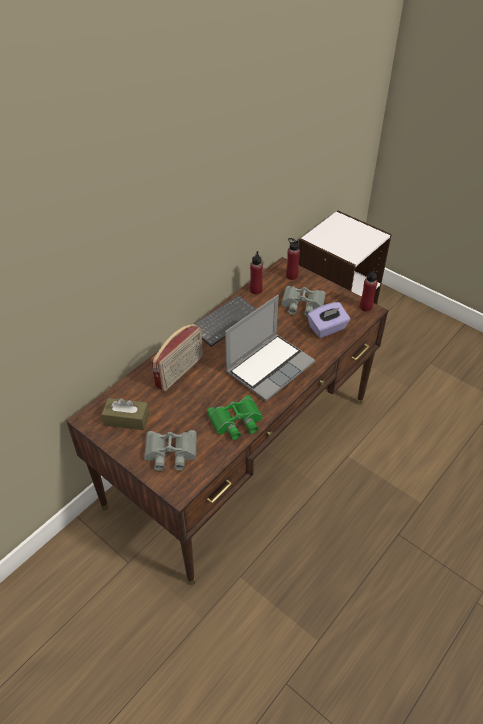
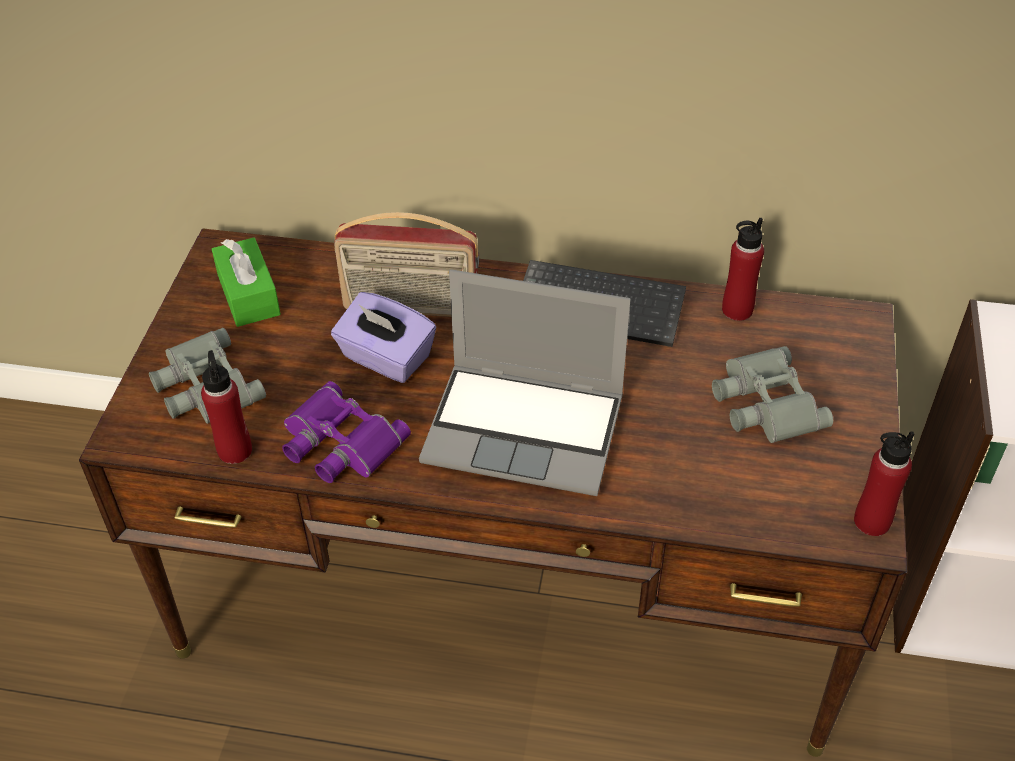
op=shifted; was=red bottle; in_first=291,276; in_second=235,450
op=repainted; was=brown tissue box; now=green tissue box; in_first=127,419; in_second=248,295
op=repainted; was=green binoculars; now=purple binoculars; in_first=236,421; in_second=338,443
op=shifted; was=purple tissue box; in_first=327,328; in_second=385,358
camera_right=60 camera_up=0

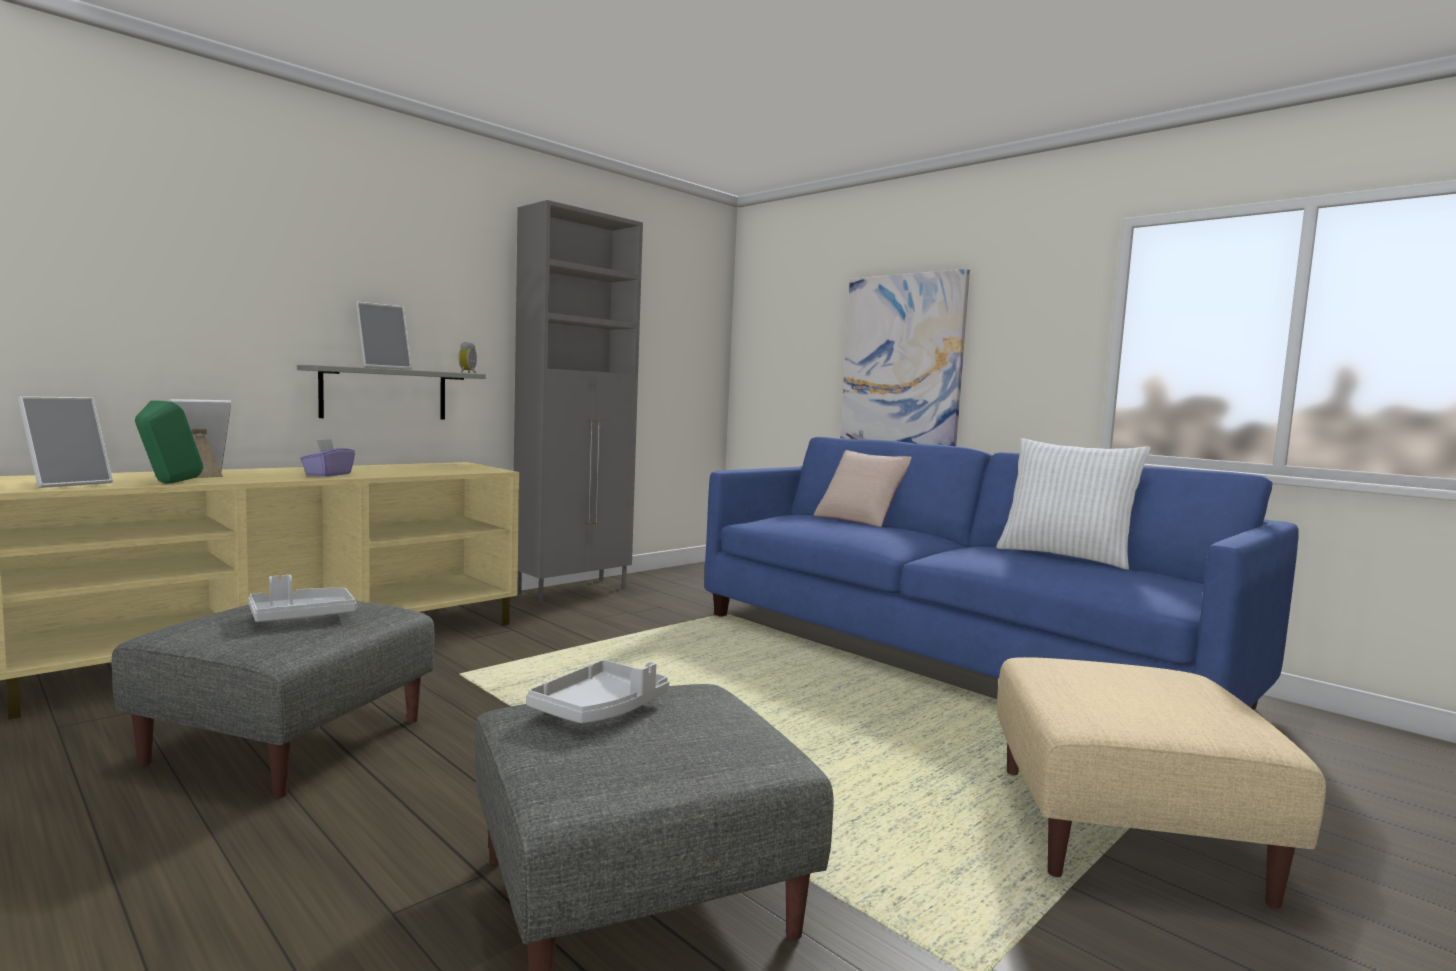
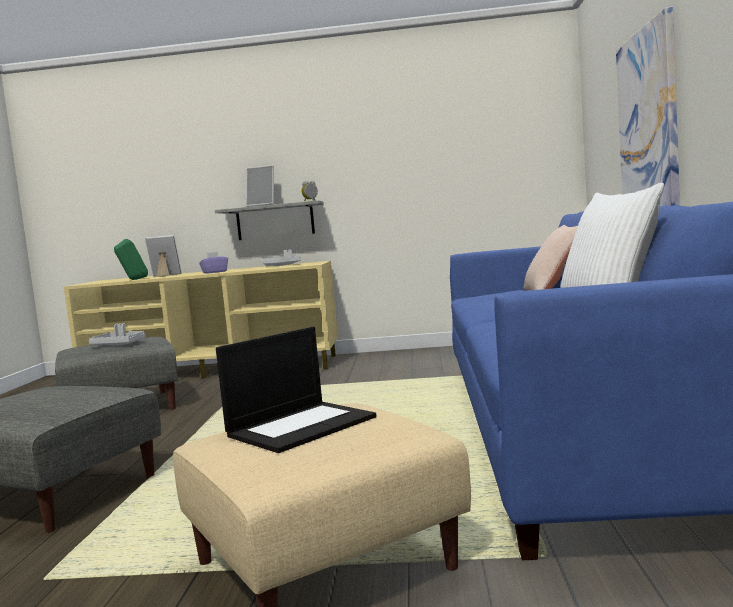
op=new; now=laptop; in_second=302,426
op=shifted; was=grey tray; in_first=600,709; in_second=282,265
op=gone; was=picture frame; in_first=67,483
op=gone; was=grey cabinet; in_first=574,591
camera_right=50 camera_up=0

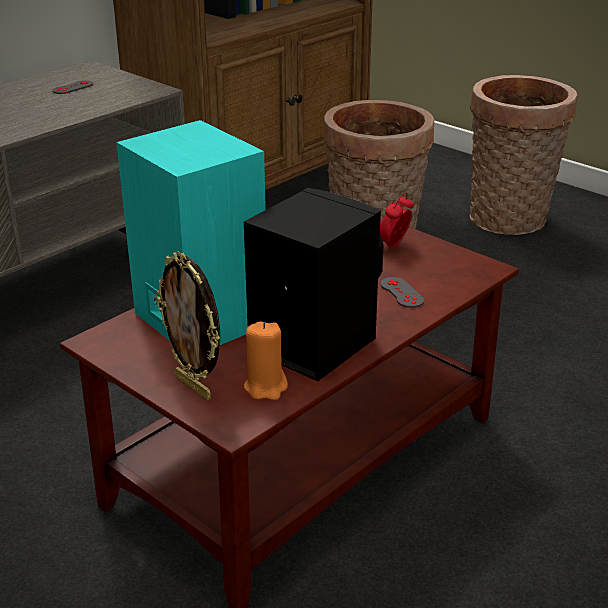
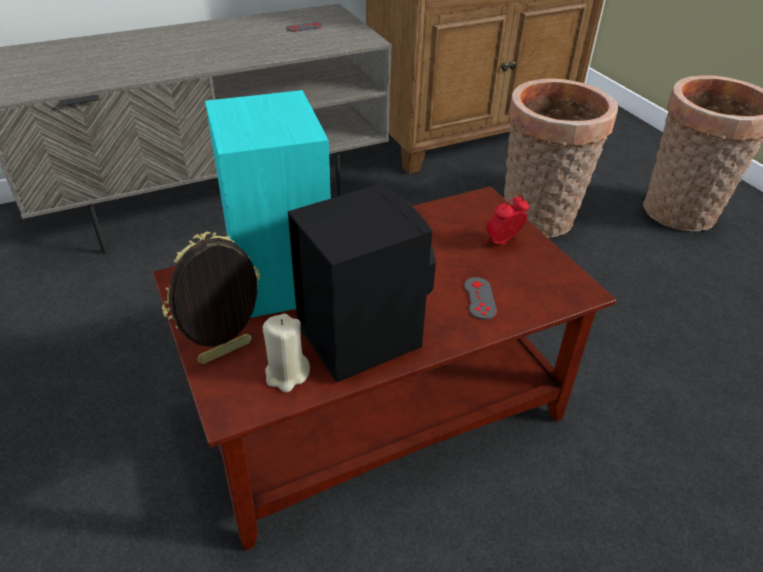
op=rotated; was=picture frame; in_first=195,387; in_second=226,354; clockwise=75
op=repainted; was=orange candle; now=beige candle; in_first=266,387; in_second=287,374
camera_right=20 camera_up=10

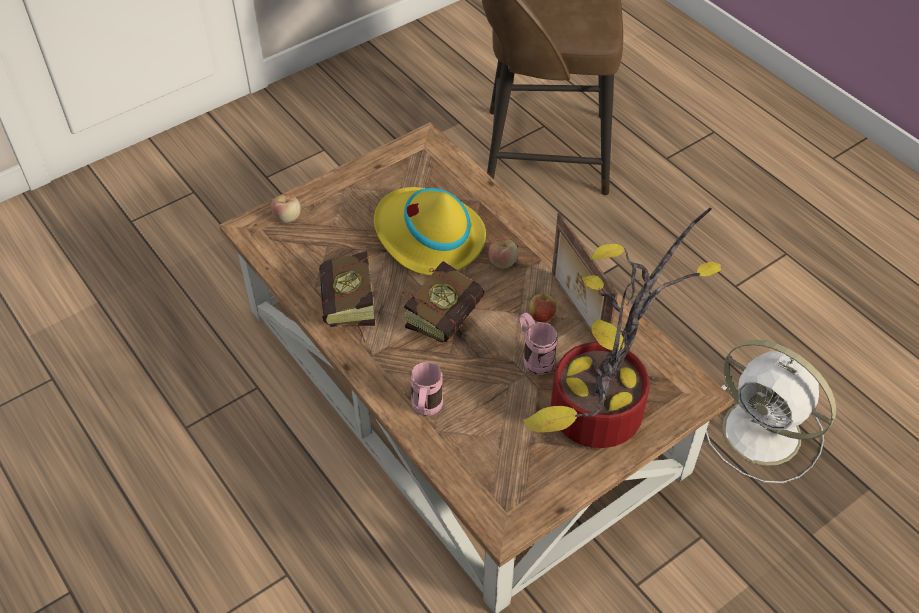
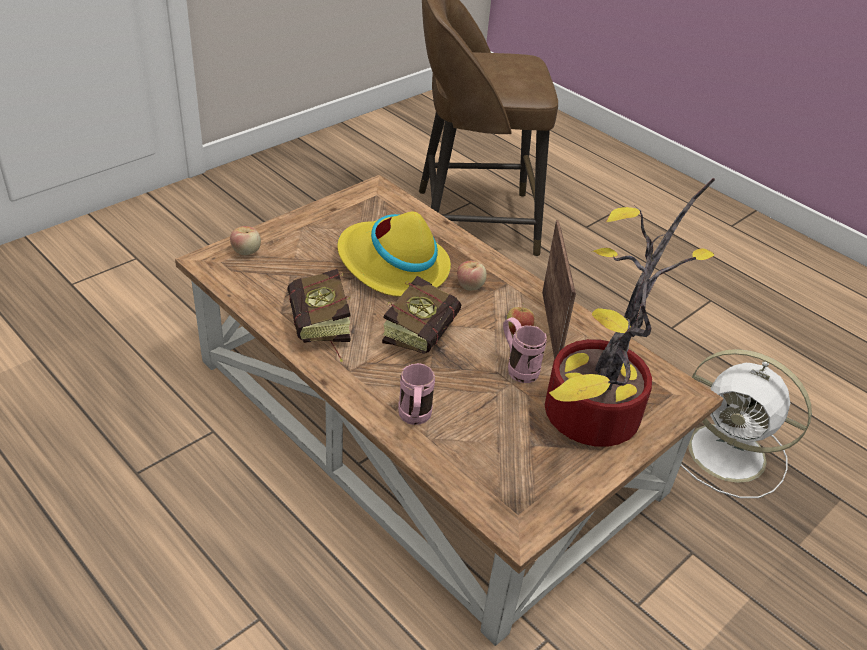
op=rotated; was=picture frame; in_first=576,313; in_second=552,327; clockwise=-150
camera_right=-10 camera_up=-10

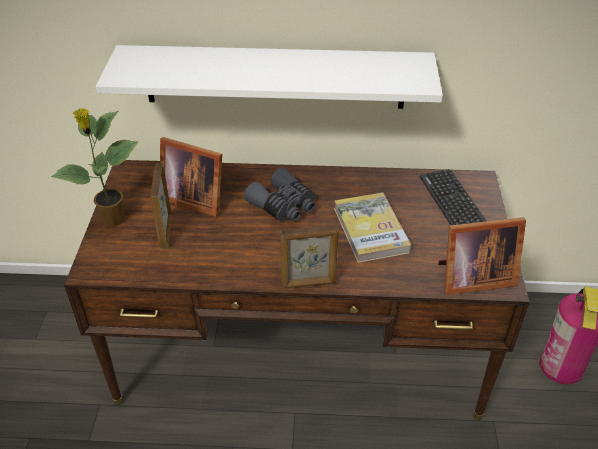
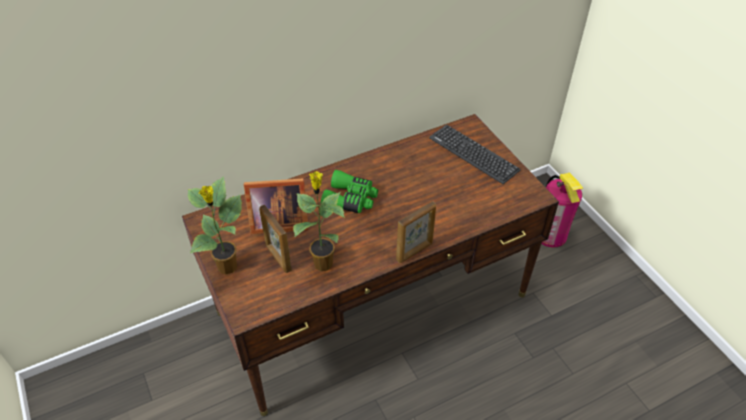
op=new; now=potted plant; in_second=323,262
op=repainted; was=grey binoculars; now=green binoculars; in_first=283,205; in_second=351,199
op=gone; was=white shelf; in_first=274,77
op=gone; was=book; in_first=370,230
op=gone; was=picture frame; in_first=472,278
camera_right=-30 camera_up=5

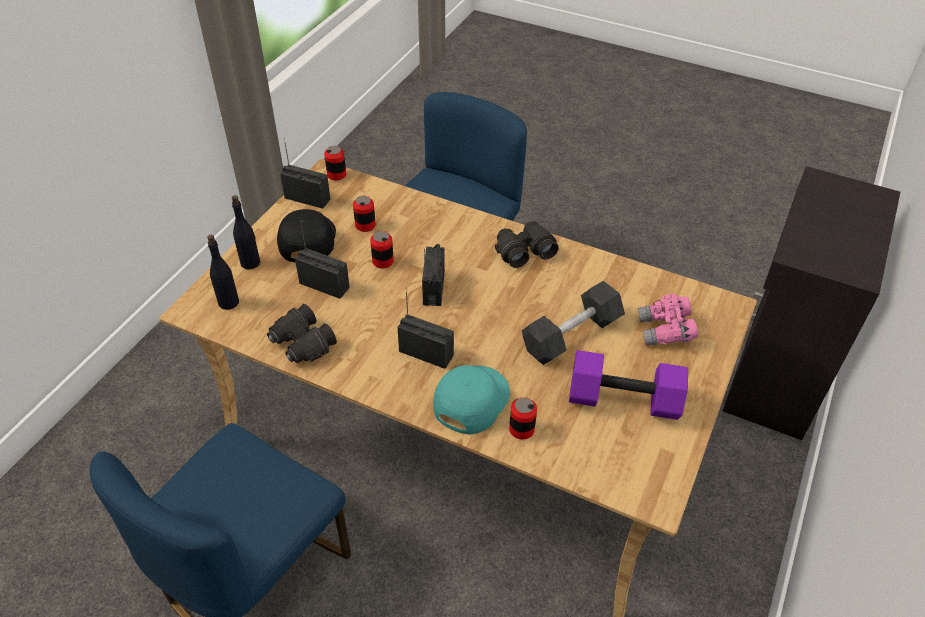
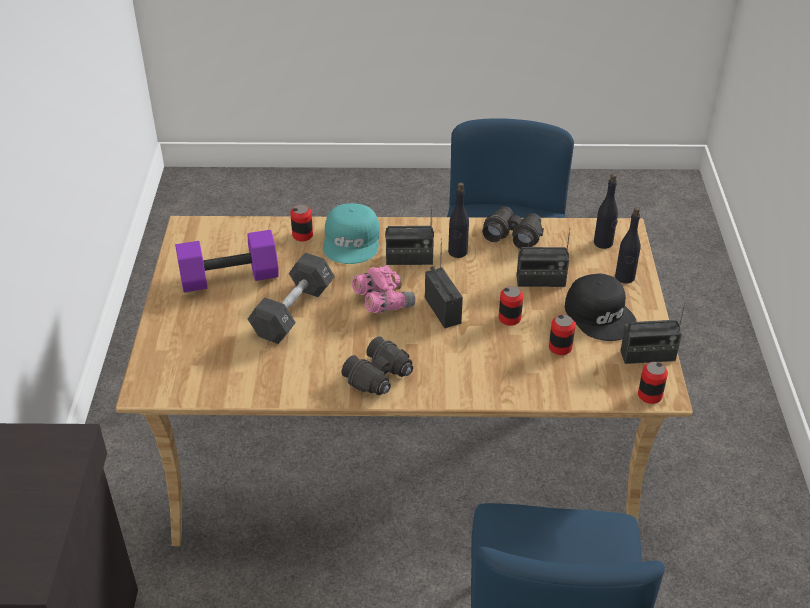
op=shifted; was=pink binoculars; in_first=665,331; in_second=383,302
op=new; now=black bottle; in_second=457,252
camera_right=155 camera_up=-5

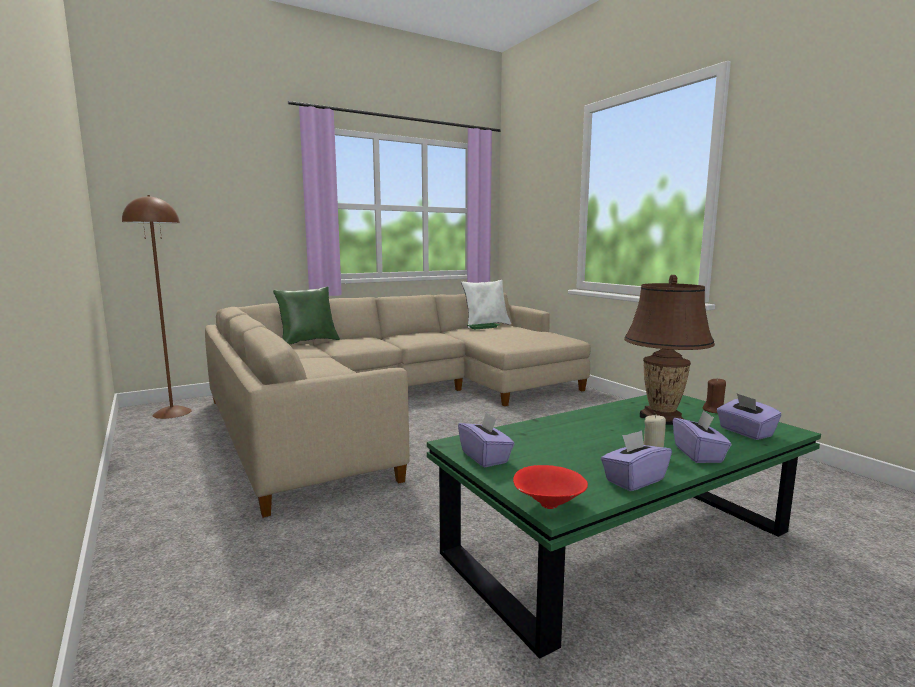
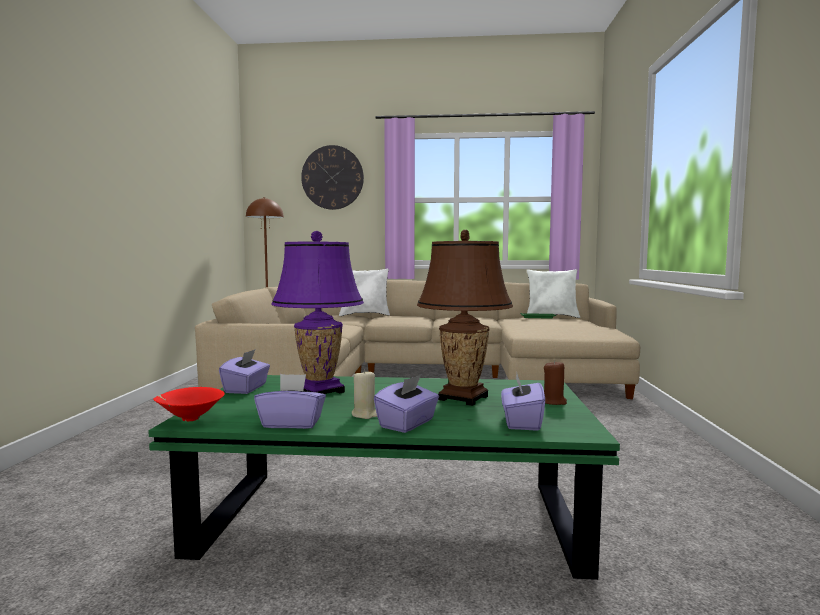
op=new; now=purple table lamp; in_second=319,392
op=new; now=wall clock; in_second=332,177
op=repainted; was=green pillow; now=white pillow; in_first=308,342; in_second=365,315
camera_right=35 camera_up=-5

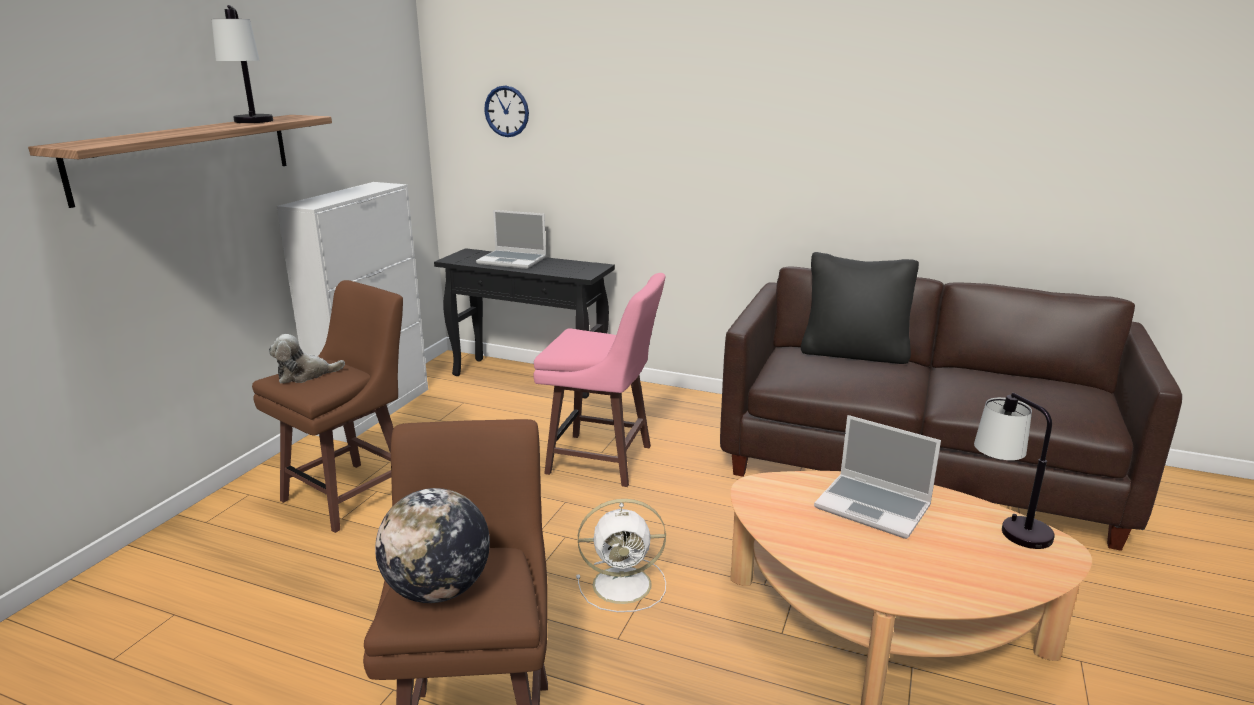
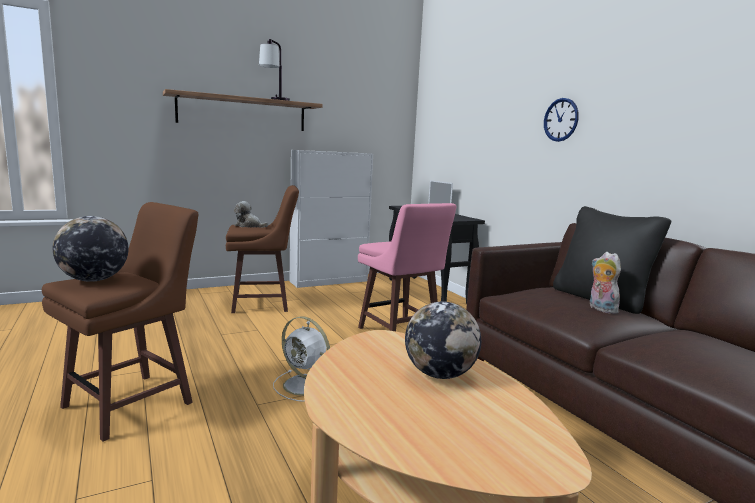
op=swapped; was=laptop; now=globe; in_first=874,507; in_second=439,374
op=shifted; was=wall clock; in_first=506,111; in_second=561,120
op=new; now=plush toy; in_second=600,309
op=gone; was=table lamp; in_first=1006,524
camera_right=40 camera_up=-10

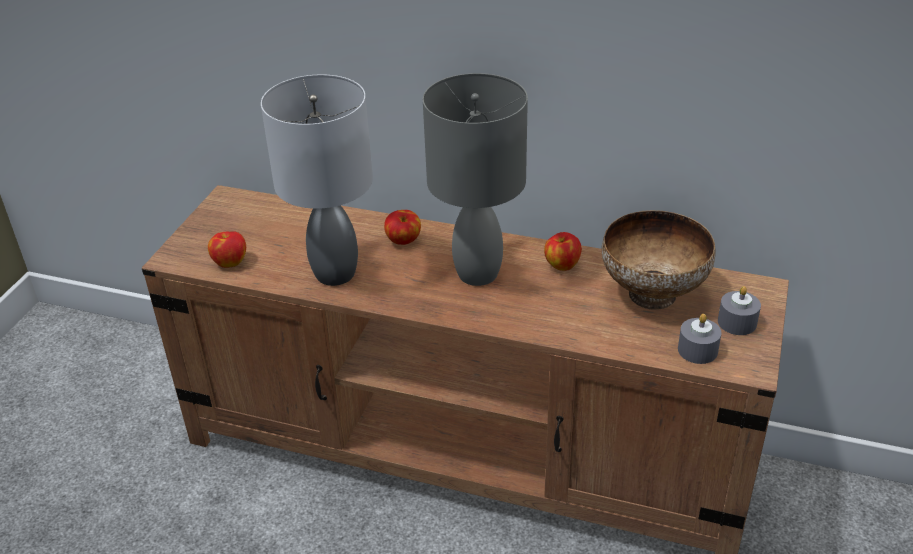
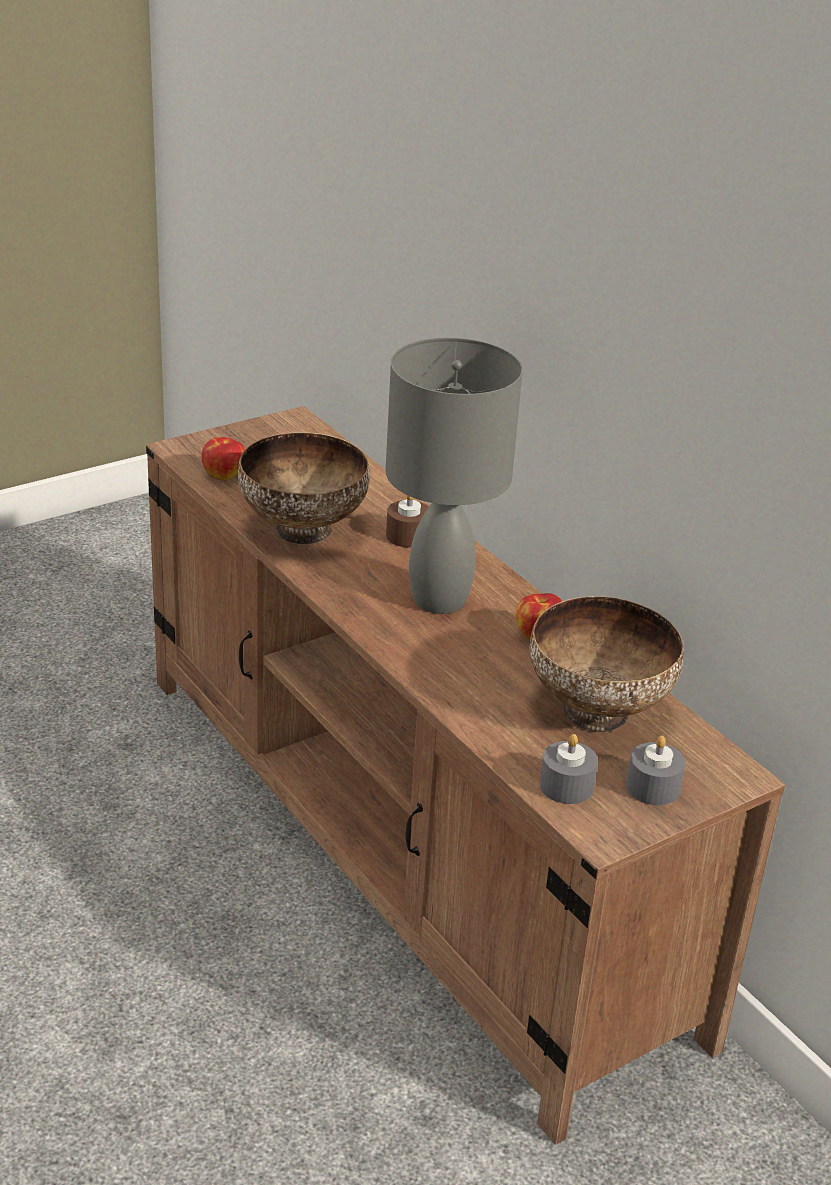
op=swapped; was=grey table lamp; now=bowl; in_first=333,274; in_second=301,531
op=swapped; was=apple; now=brown candle; in_first=403,241; in_second=407,536
camera_right=35 camera_up=-5

